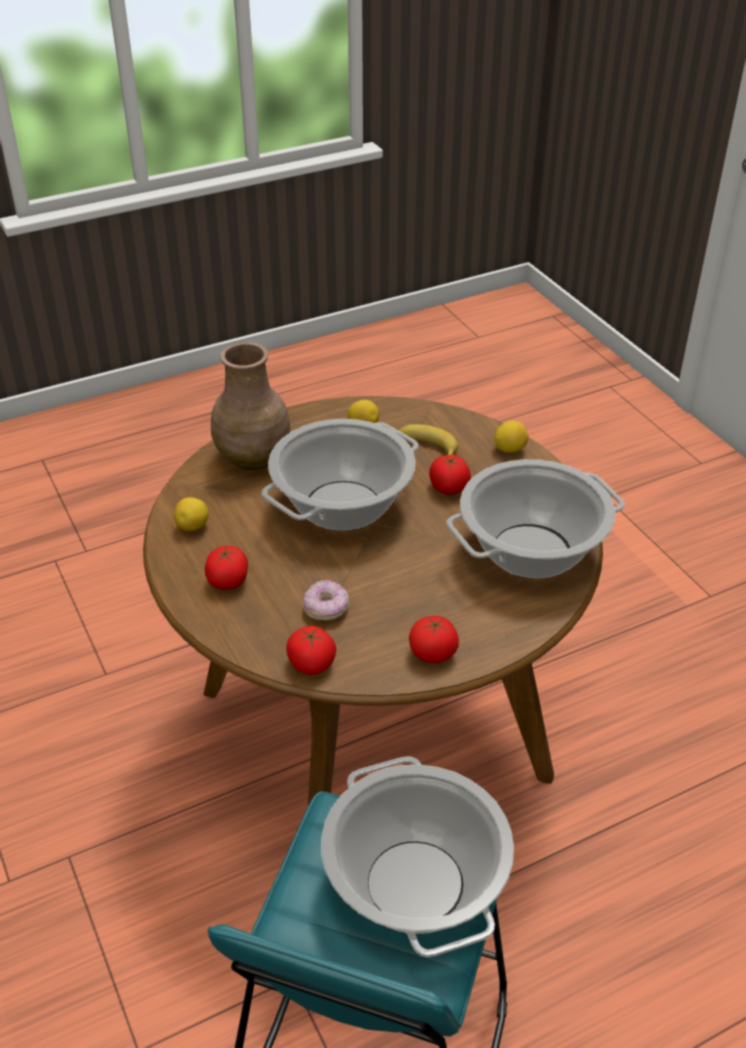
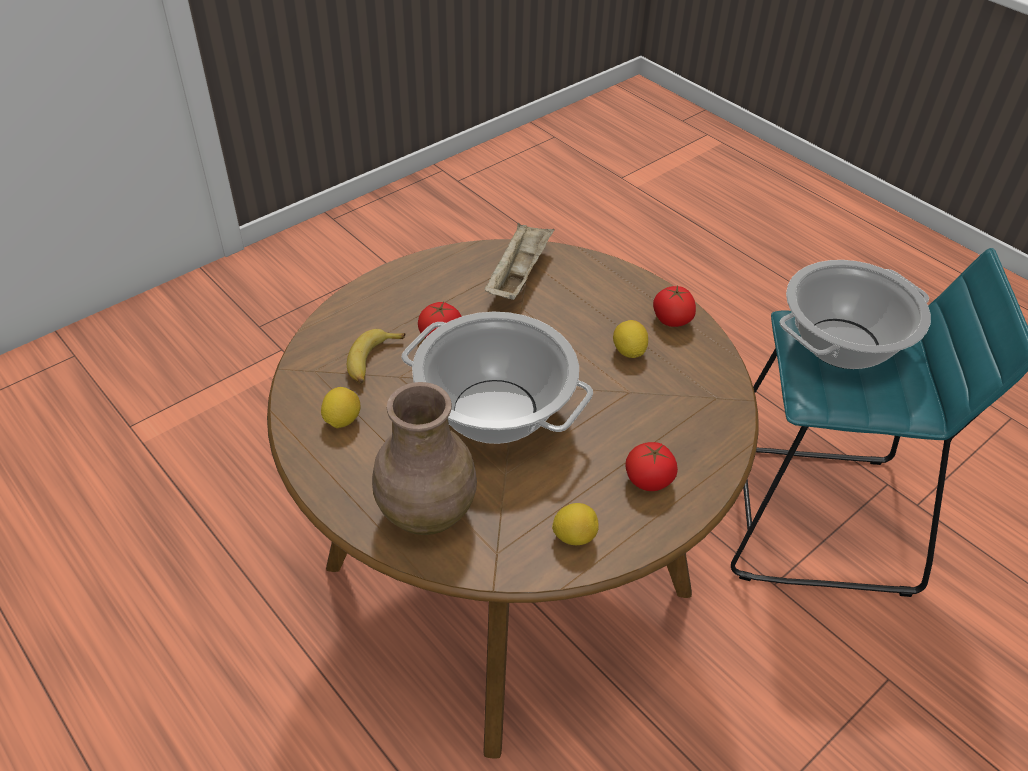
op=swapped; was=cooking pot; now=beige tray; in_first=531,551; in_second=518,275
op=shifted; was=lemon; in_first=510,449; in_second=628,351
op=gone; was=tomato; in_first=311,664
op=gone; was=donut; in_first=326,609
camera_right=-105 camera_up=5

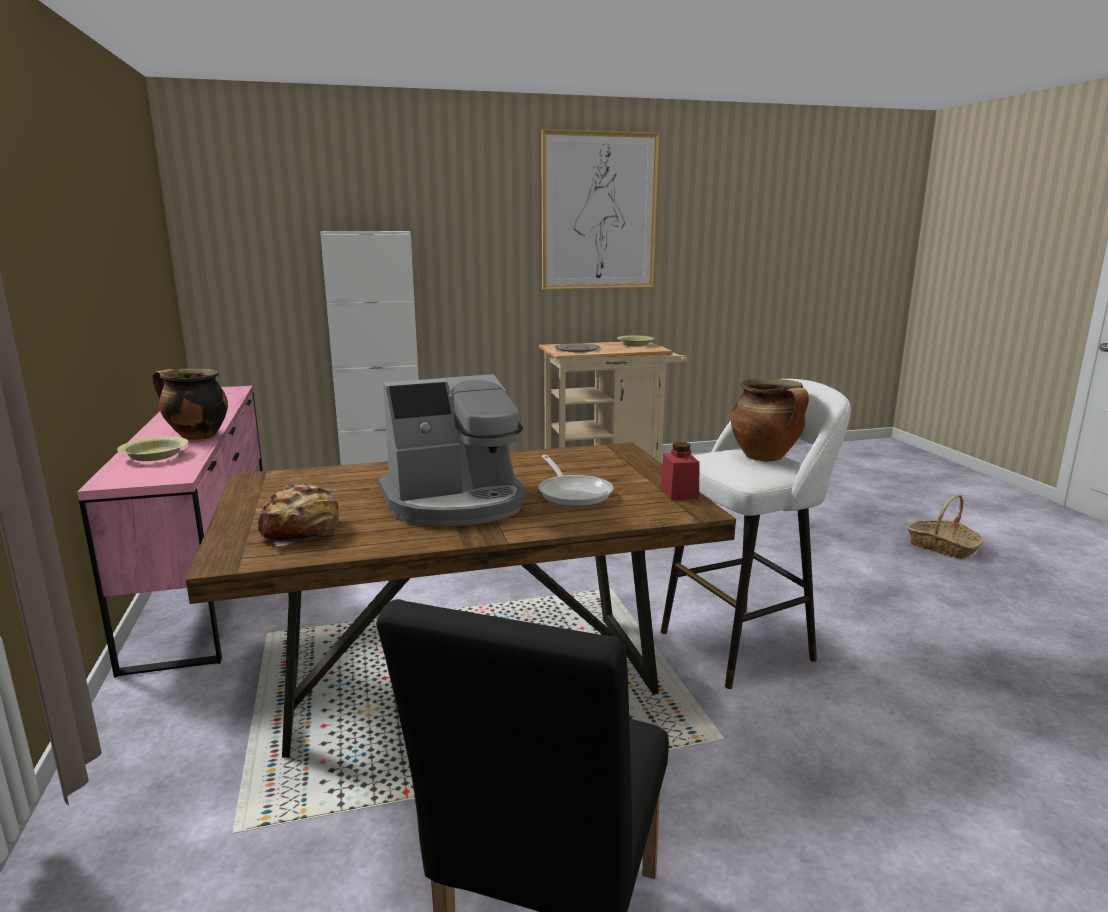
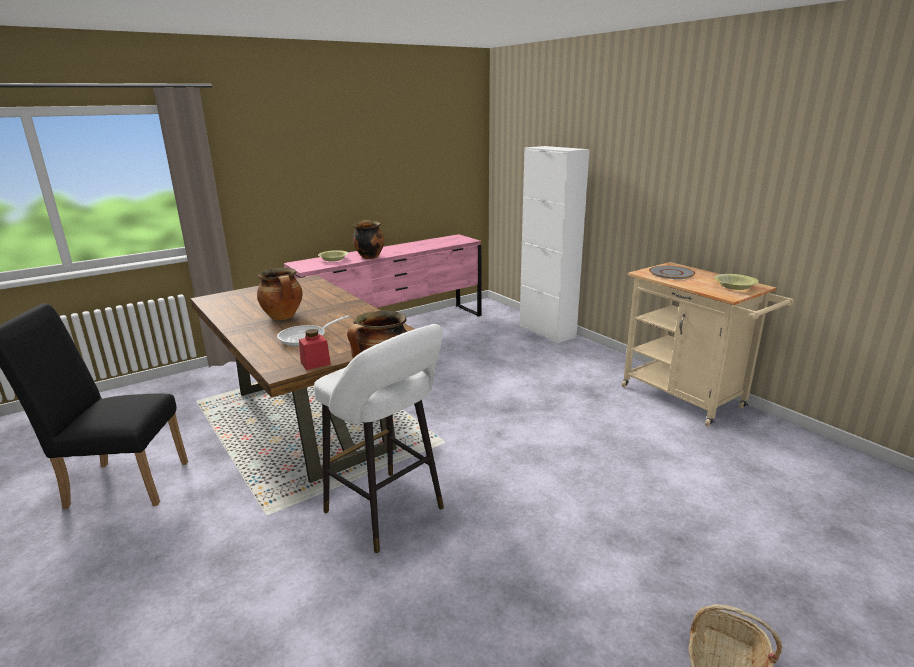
op=swapped; was=coffee machine; now=cooking pot; in_first=456,502; in_second=283,317
op=gone; was=bread; in_first=302,531
op=gone; was=picture; in_first=599,212
camera_right=70 camera_up=5

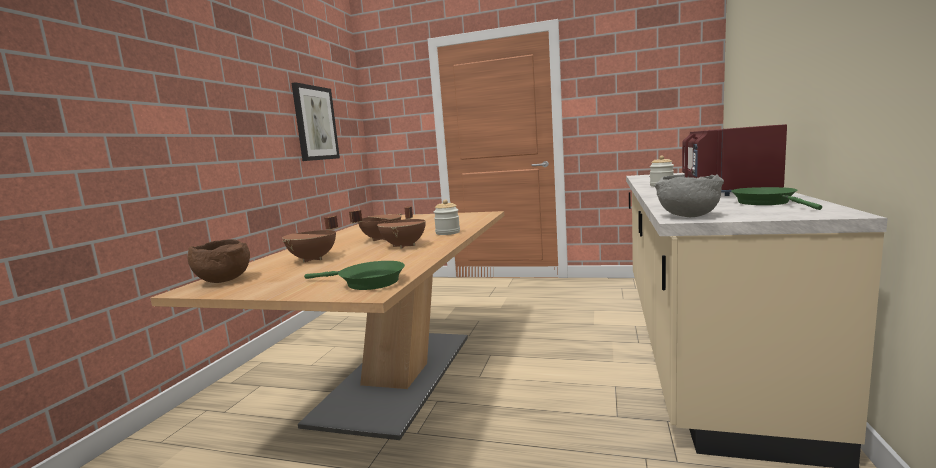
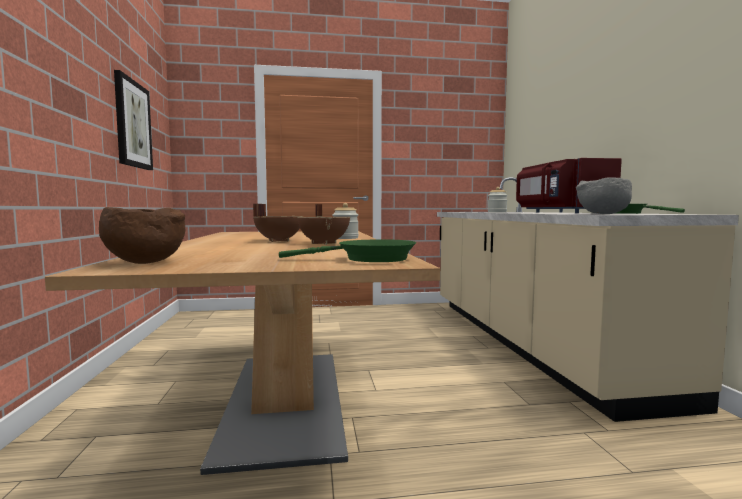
op=gone; was=brown cooking pot; in_first=314,259
camera_right=-25 camera_up=-5

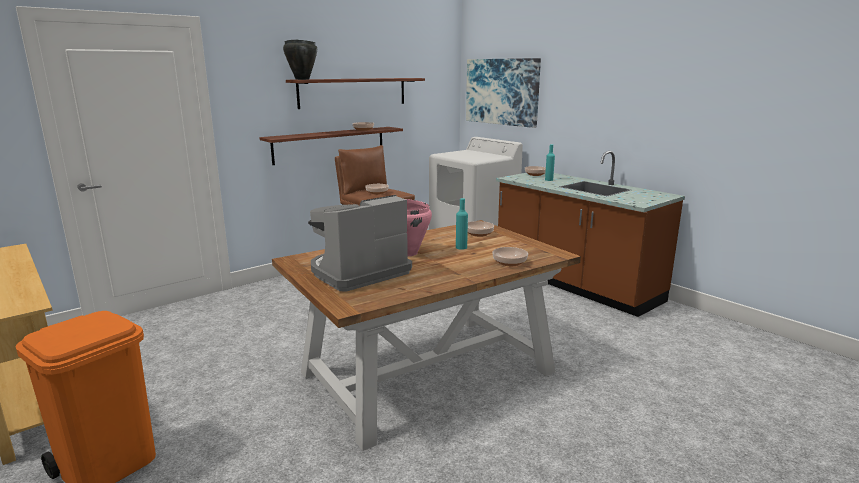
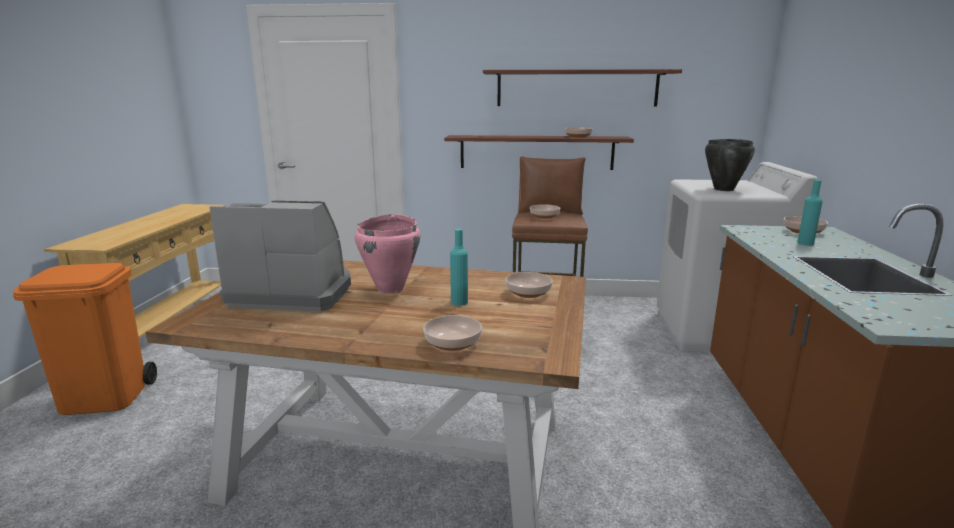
op=shifted; was=black cooking pot; in_first=302,79; in_second=723,189
op=gone; was=picture; in_first=502,91
camera_right=45 camera_up=0

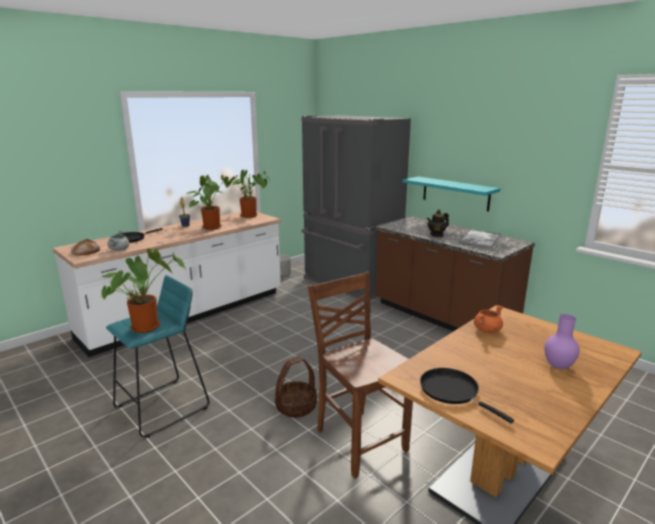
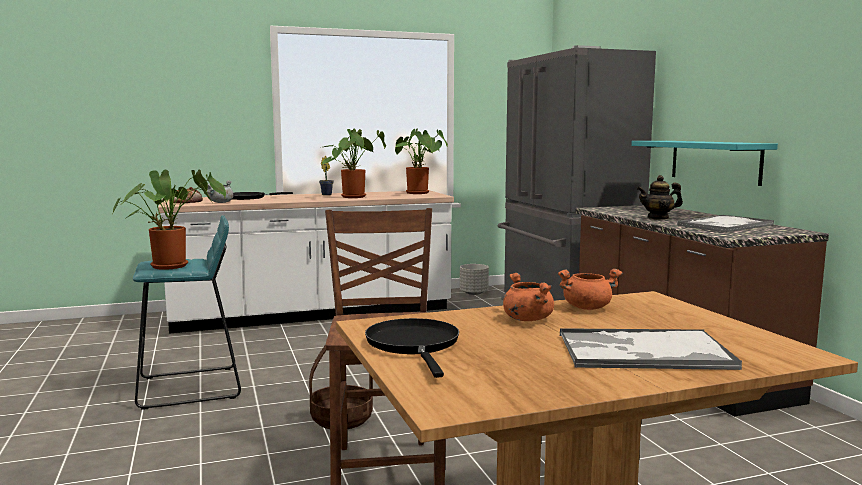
op=new; now=orange cooking pot; in_second=526,319
op=swapped; was=purple vase; now=tray; in_first=558,367; in_second=641,351
camera_right=25 camera_up=-10

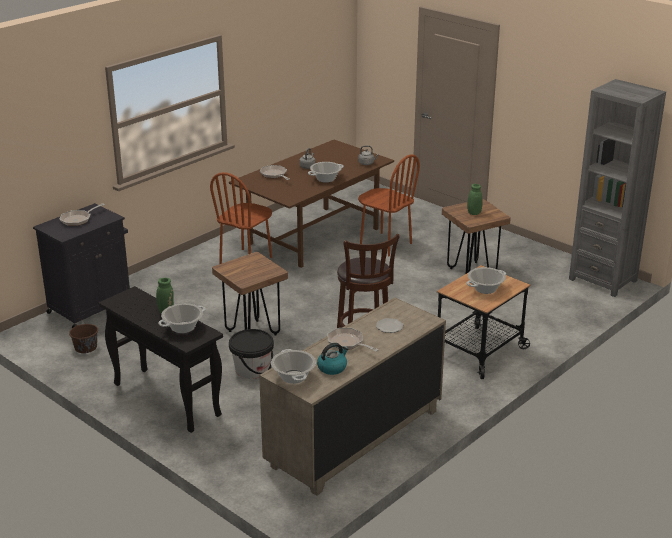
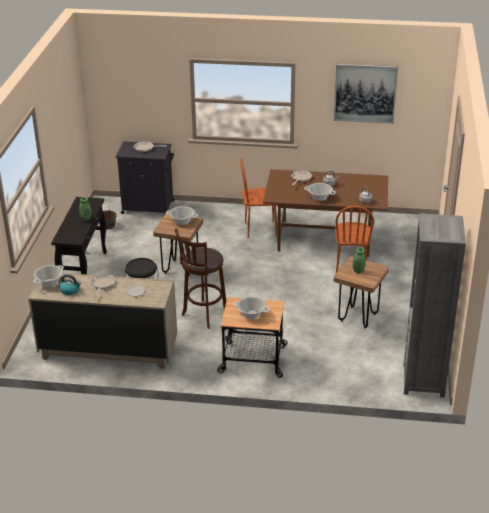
op=shifted; was=cooking pot; in_first=183,327; in_second=182,221
op=new; now=picture; in_second=365,93
camera_right=55 camera_up=5

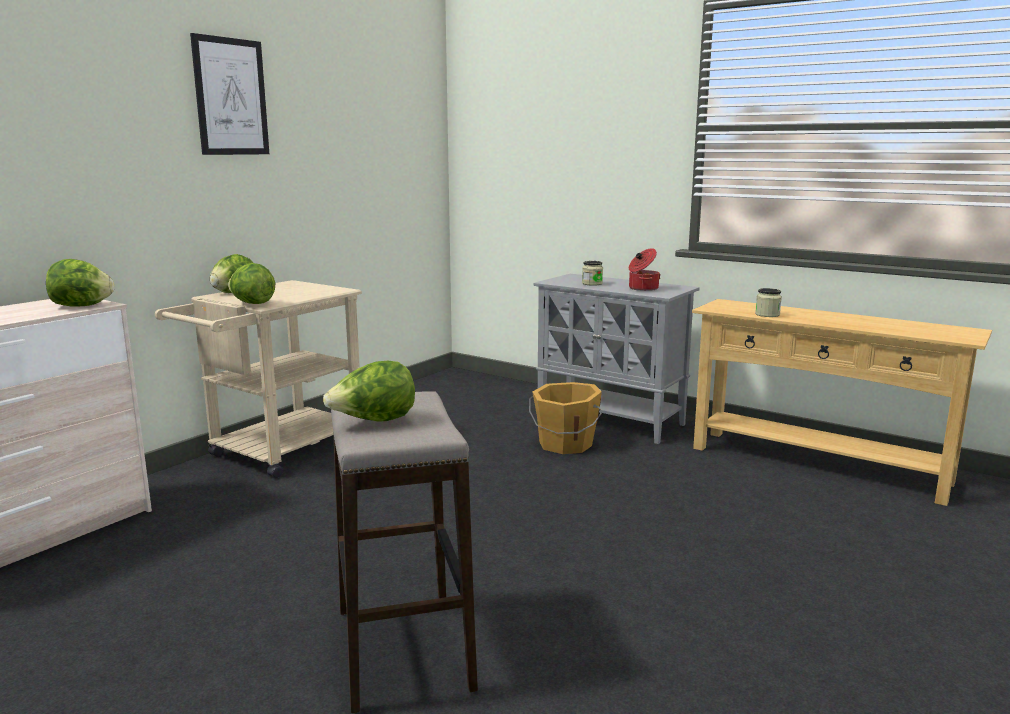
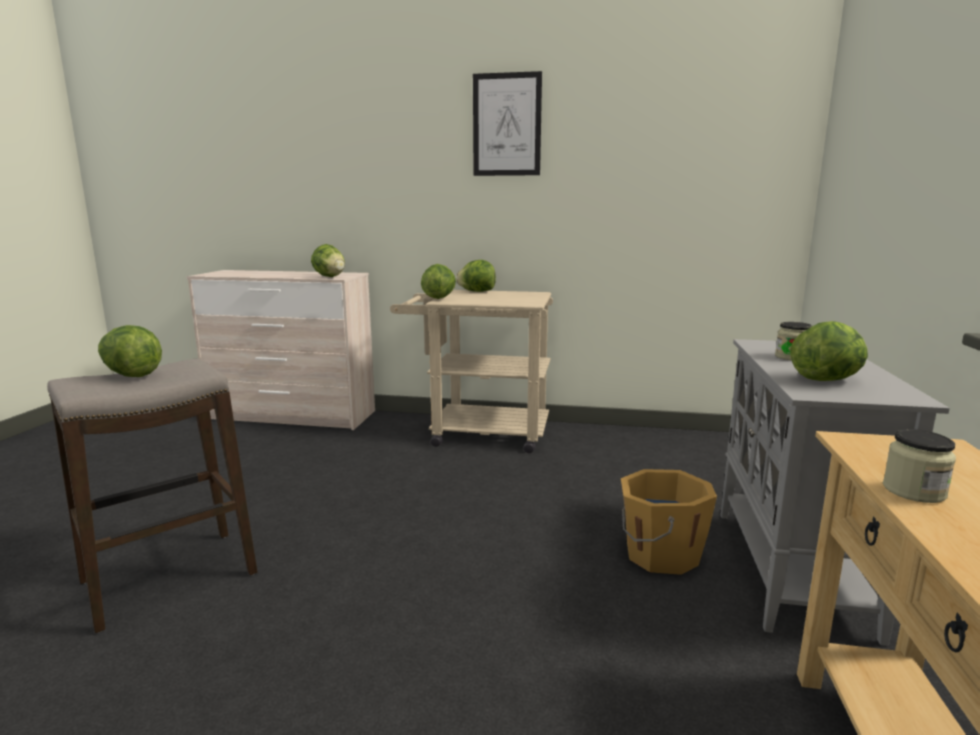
op=swapped; was=cooking pot; now=lettuce; in_first=642,288; in_second=827,380
camera_right=65 camera_up=0

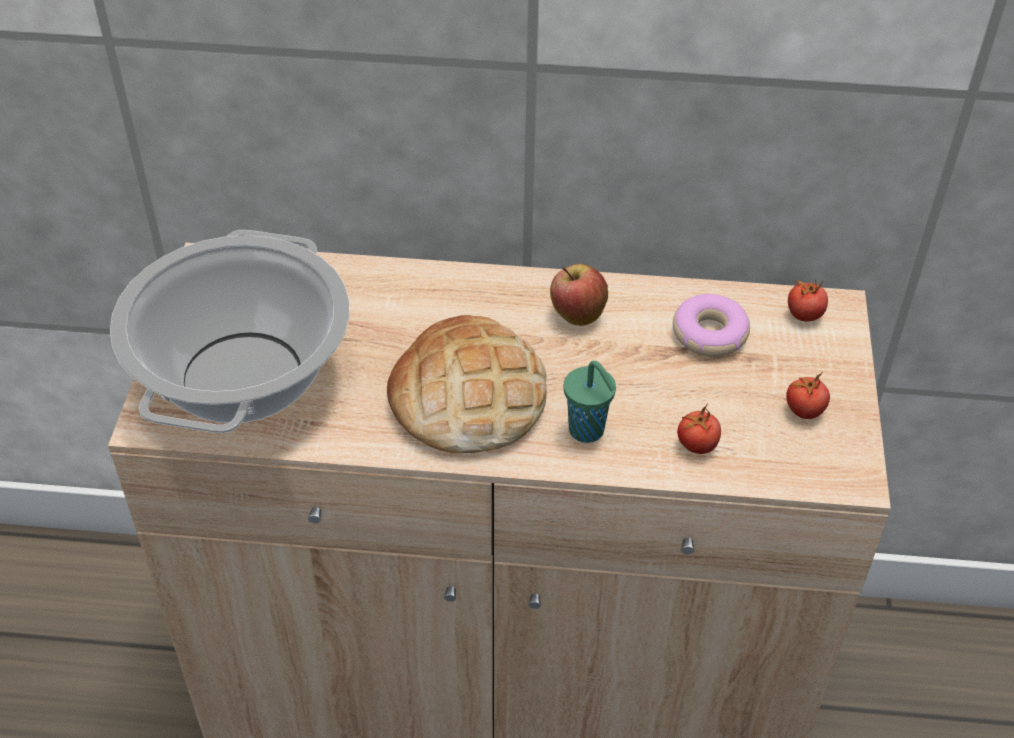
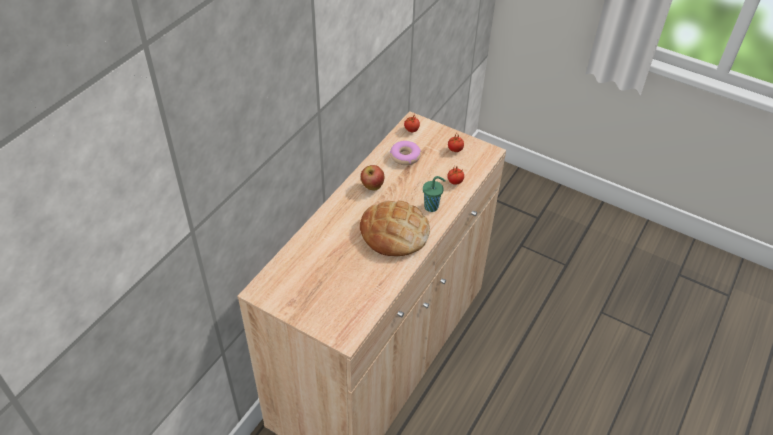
op=gone; was=cooking pot; in_first=243,377
camera_right=-65 camera_up=0

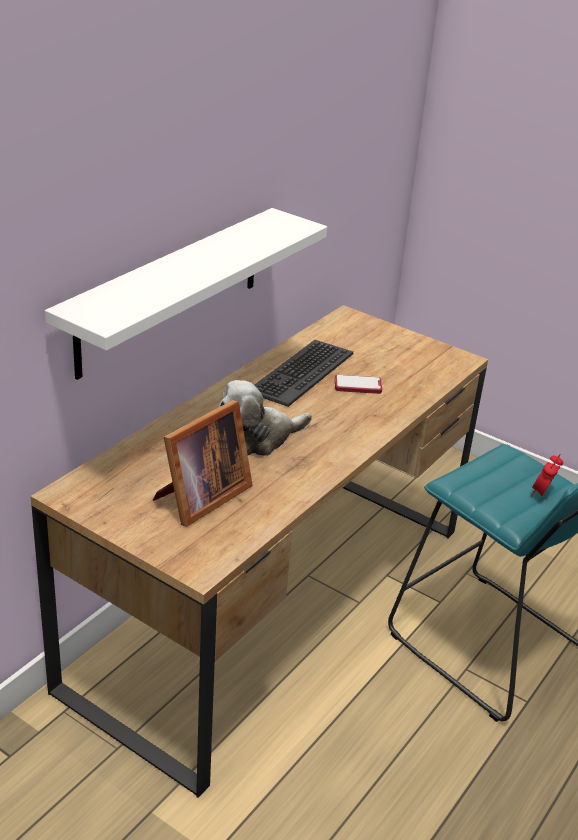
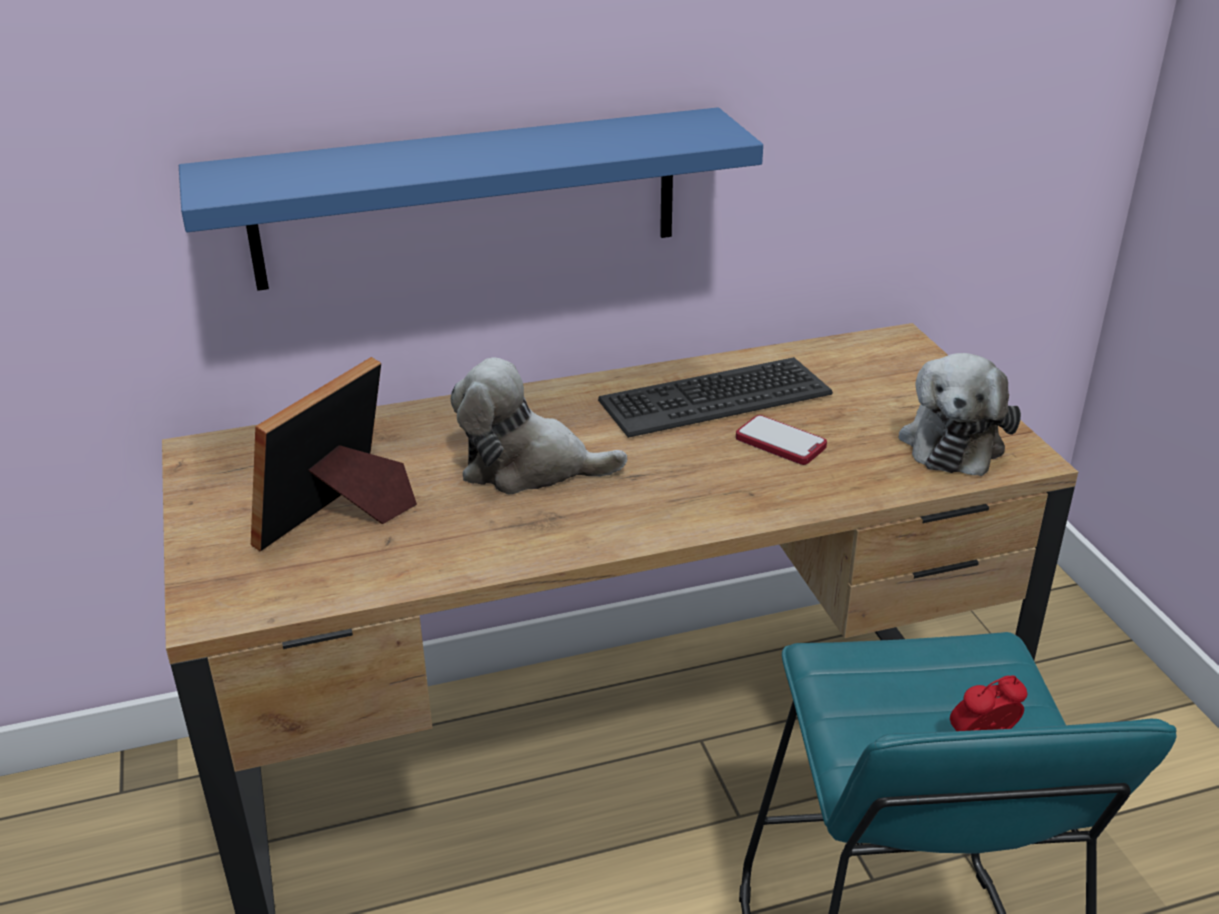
op=repainted; was=white shelf; now=blue shelf; in_first=171,291; in_second=467,199
op=rotated; was=picture frame; in_first=200,498; in_second=341,518; clockwise=135
op=new; now=plush toy; in_second=953,441
camera_right=40 camera_up=0

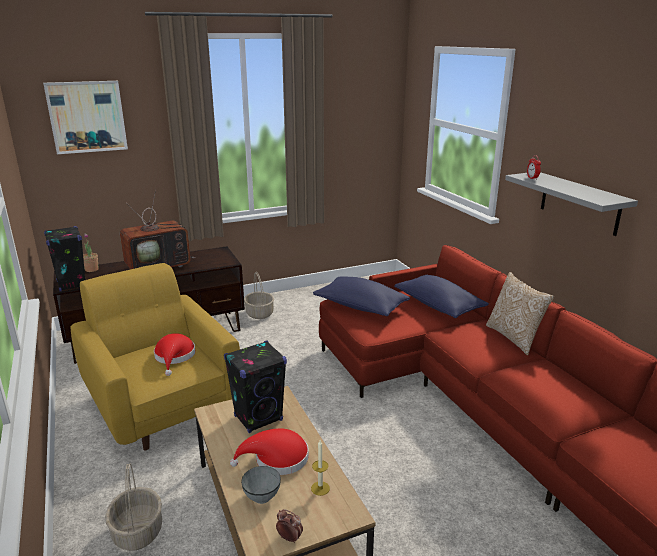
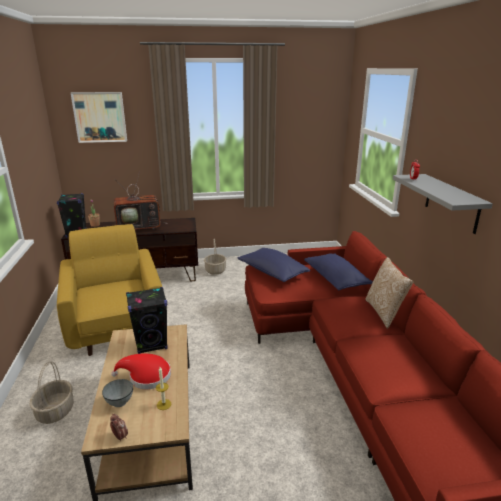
op=gone; was=red hat; in_first=174,357
camera_right=15 camera_up=0

